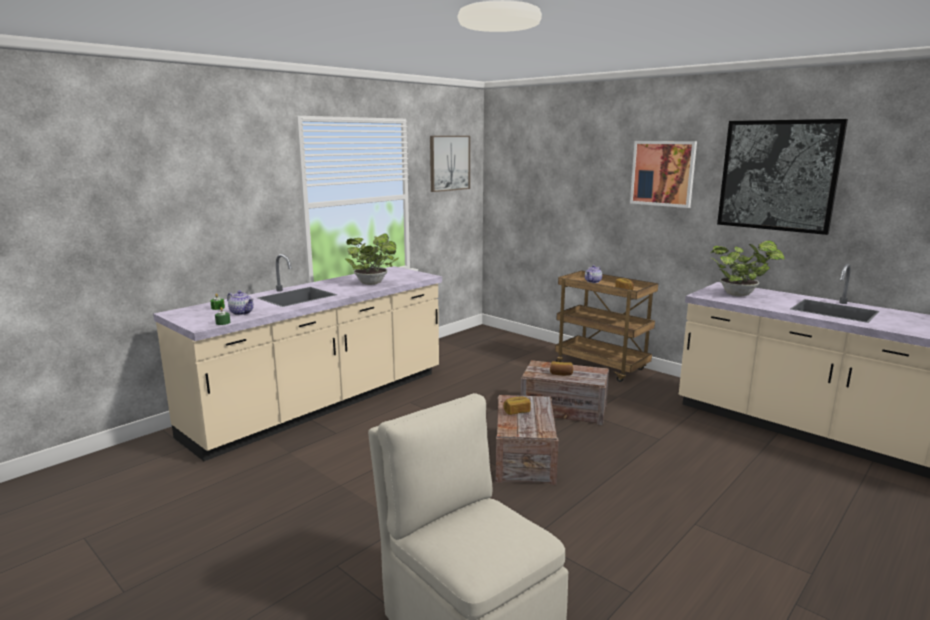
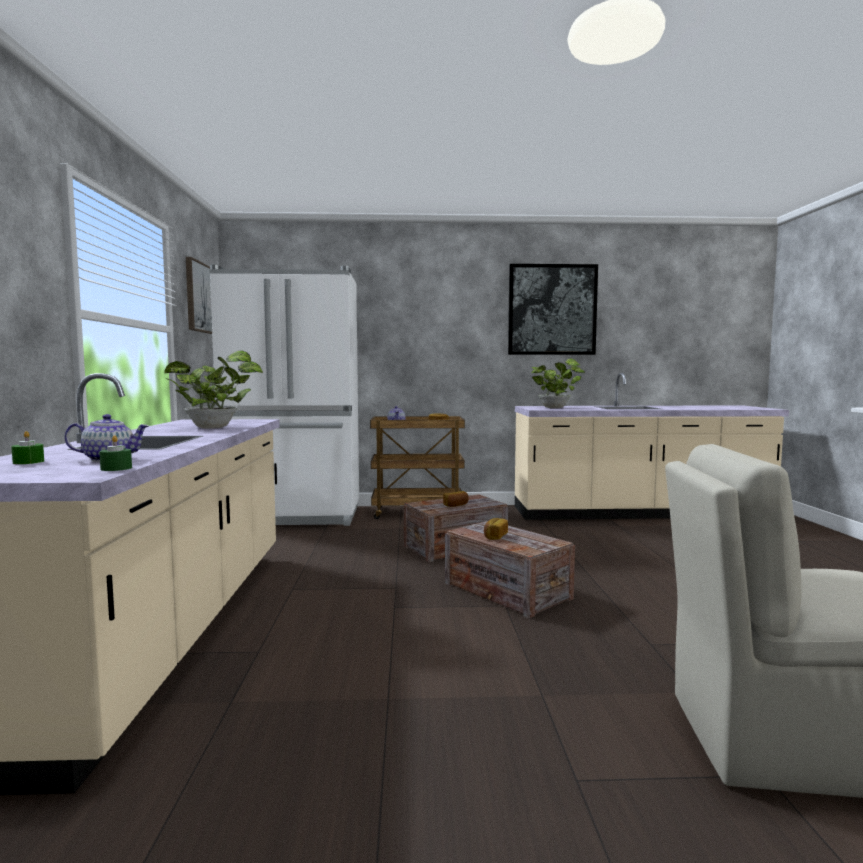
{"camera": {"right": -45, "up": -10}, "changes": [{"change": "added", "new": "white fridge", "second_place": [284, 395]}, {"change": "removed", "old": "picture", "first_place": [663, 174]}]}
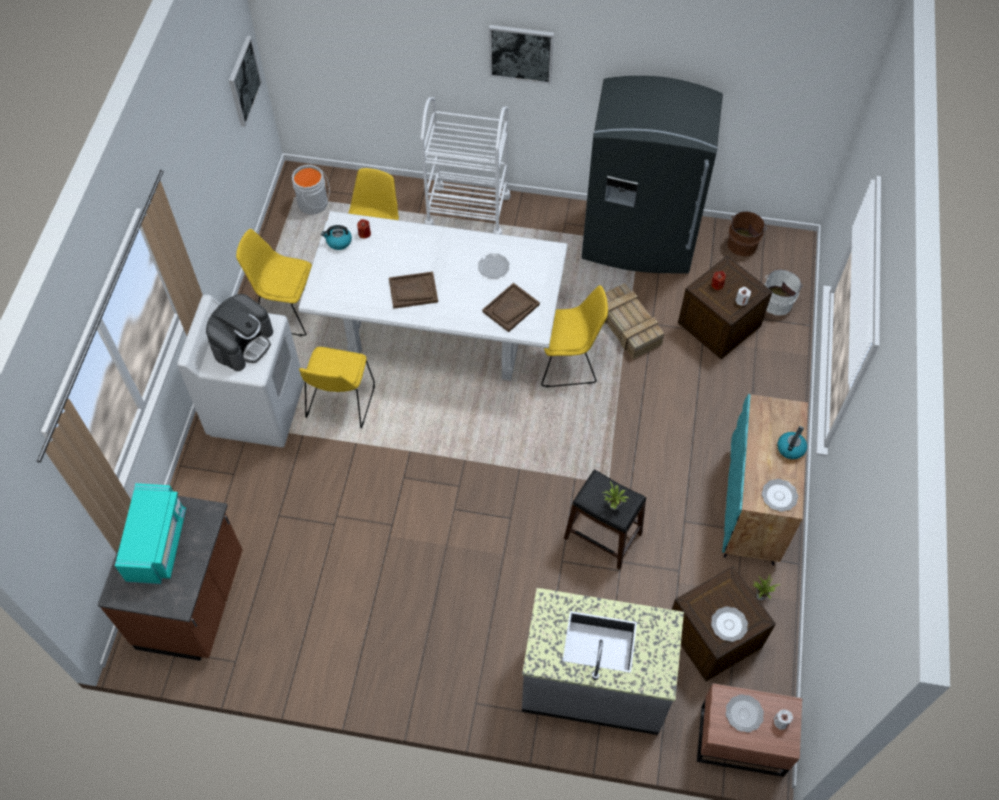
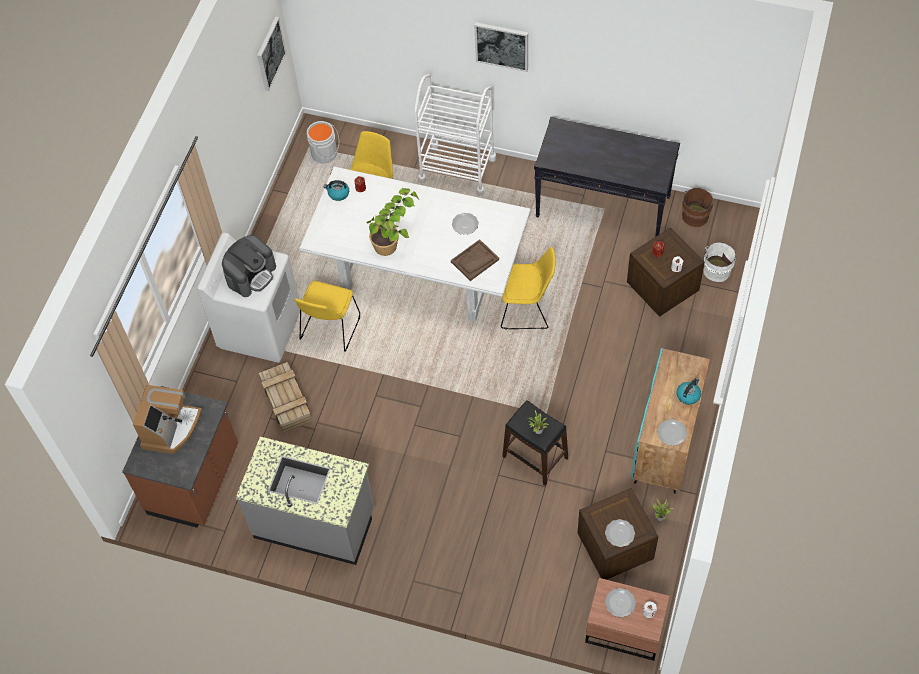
{"camera": {"right": 10, "up": 0}, "changes": [{"change": "replaced", "old": "turquoise microwave", "new": "coffee machine", "first_place": [150, 533], "second_place": [167, 419]}, {"change": "moved", "old": "grey counter", "first_place": [603, 661], "second_place": [305, 501]}, {"change": "moved", "old": "crate", "first_place": [634, 321], "second_place": [285, 397]}, {"change": "replaced", "old": "brown tray", "new": "potted plant", "first_place": [413, 290], "second_place": [393, 222]}, {"change": "replaced", "old": "grey fridge", "new": "black console table", "first_place": [652, 174], "second_place": [607, 177]}, {"change": "removed", "old": "yellow chair", "first_place": [274, 282]}]}
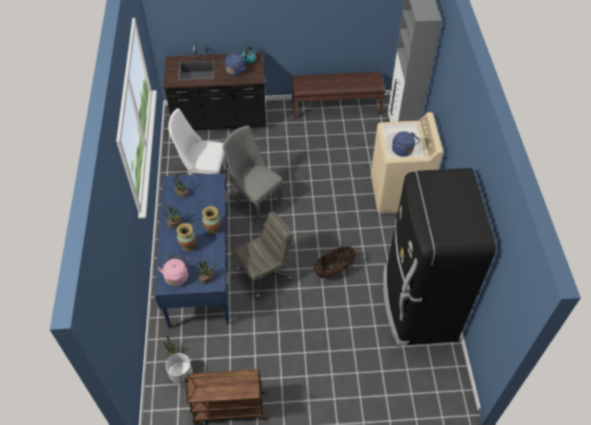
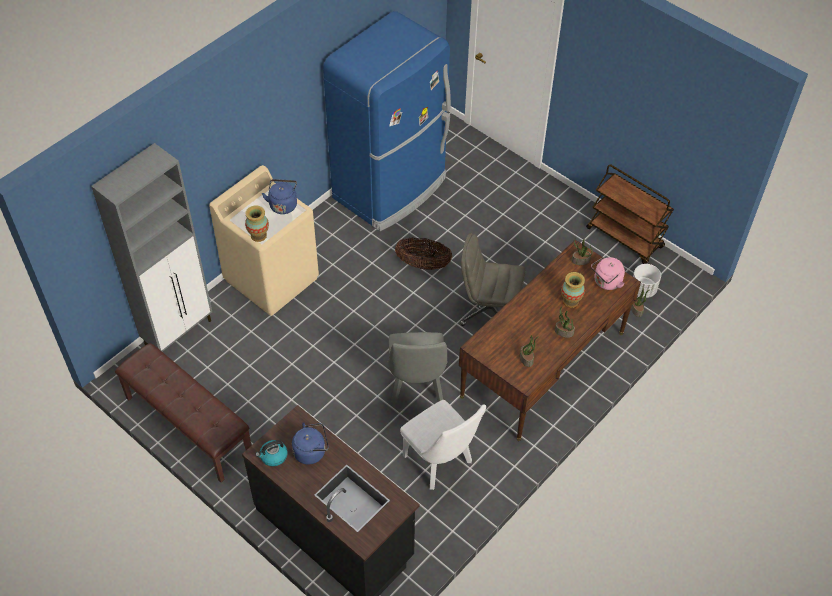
{"camera": {"right": -135, "up": 0}, "changes": [{"change": "moved", "old": "vase", "first_place": [211, 220], "second_place": [257, 223]}, {"change": "recoloured", "old": "black fridge", "new": "blue fridge", "first_place": [439, 256], "second_place": [387, 121]}, {"change": "recoloured", "old": "blue desk", "new": "brown desk", "first_place": [192, 251], "second_place": [550, 340]}]}
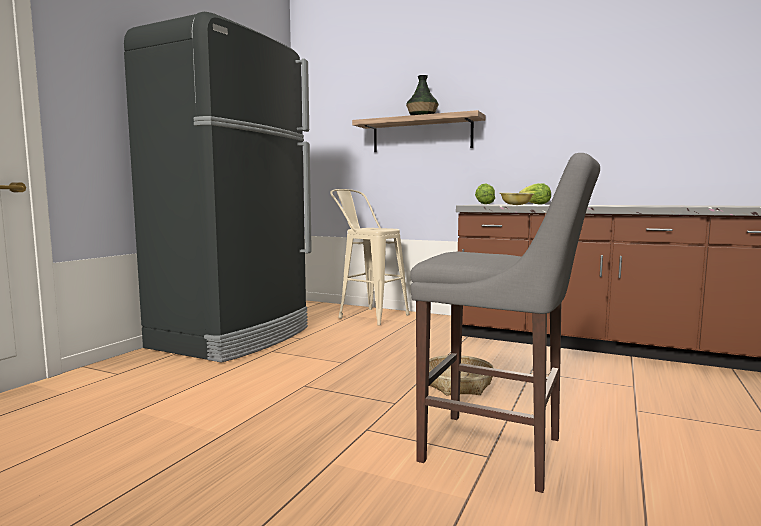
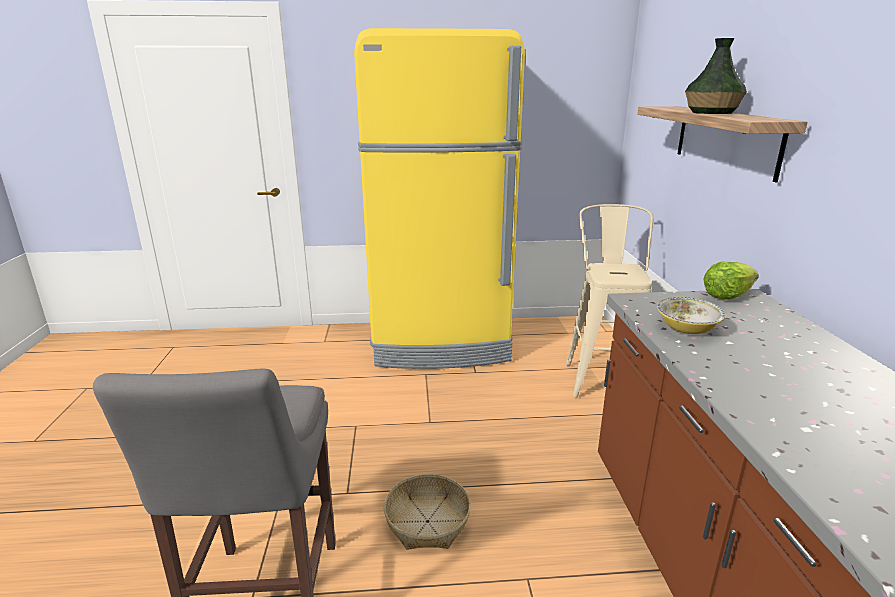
{"camera": {"right": 60, "up": 15}, "changes": [{"change": "recoloured", "old": "black fridge", "new": "yellow fridge", "first_place": [218, 187], "second_place": [439, 198]}, {"change": "removed", "old": "lettuce", "first_place": [535, 194]}]}
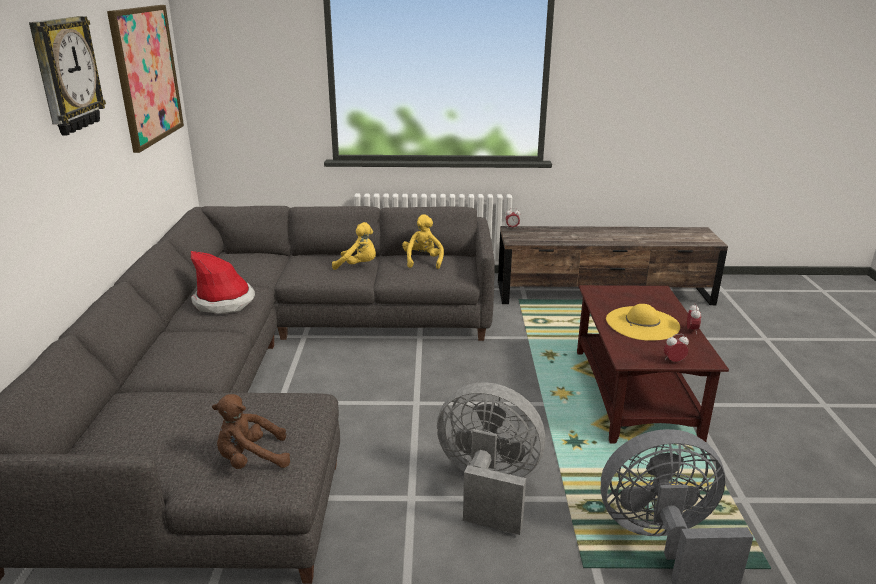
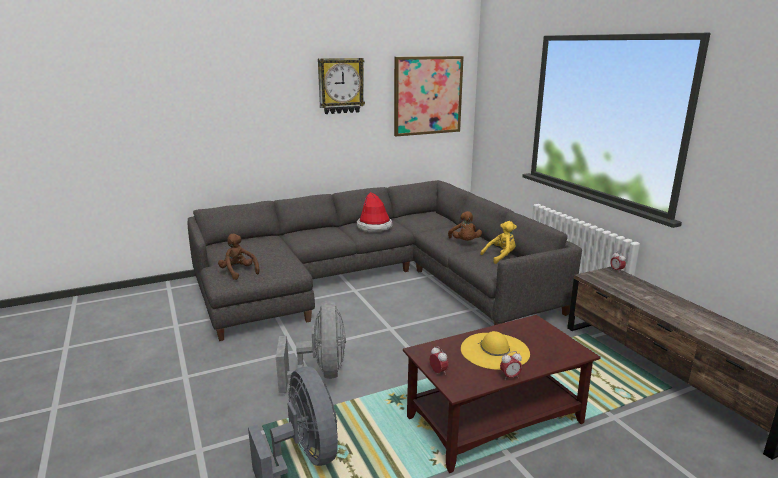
{"camera": {"right": 65, "up": -5}, "changes": [{"change": "recoloured", "old": "yellow plush toy", "new": "brown plush toy", "first_place": [354, 246], "second_place": [465, 226]}]}
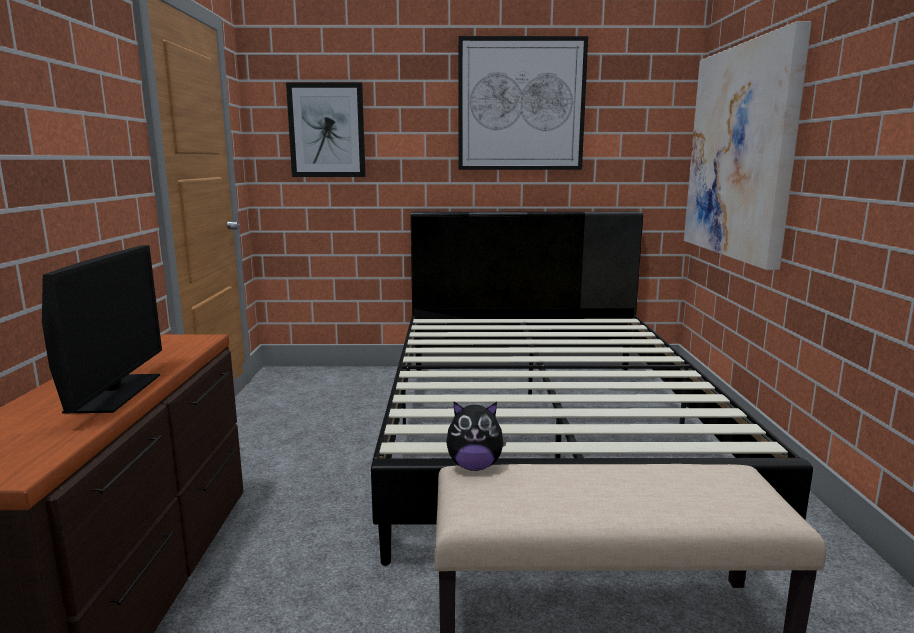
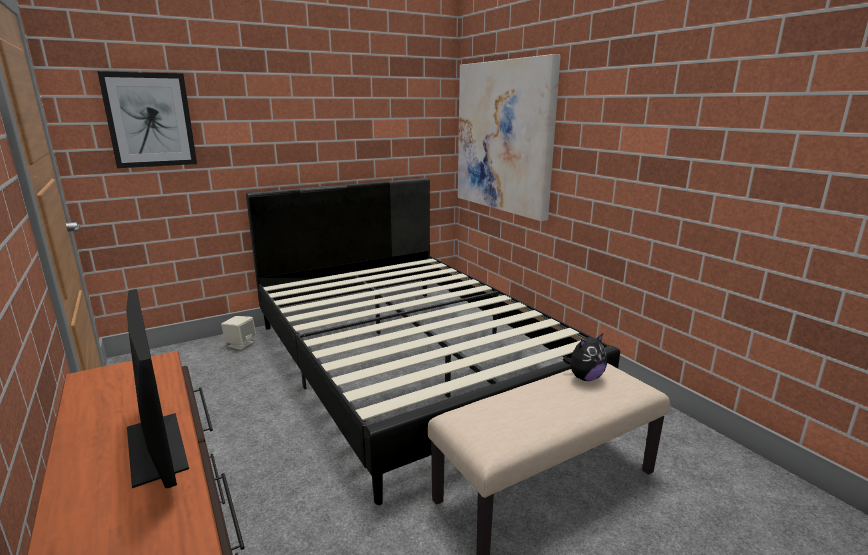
{"camera": {"right": -30, "up": 5}, "changes": [{"change": "added", "new": "beige speaker", "second_place": [239, 333]}, {"change": "moved", "old": "plush toy", "first_place": [476, 436], "second_place": [585, 357]}, {"change": "removed", "old": "picture", "first_place": [523, 103]}]}
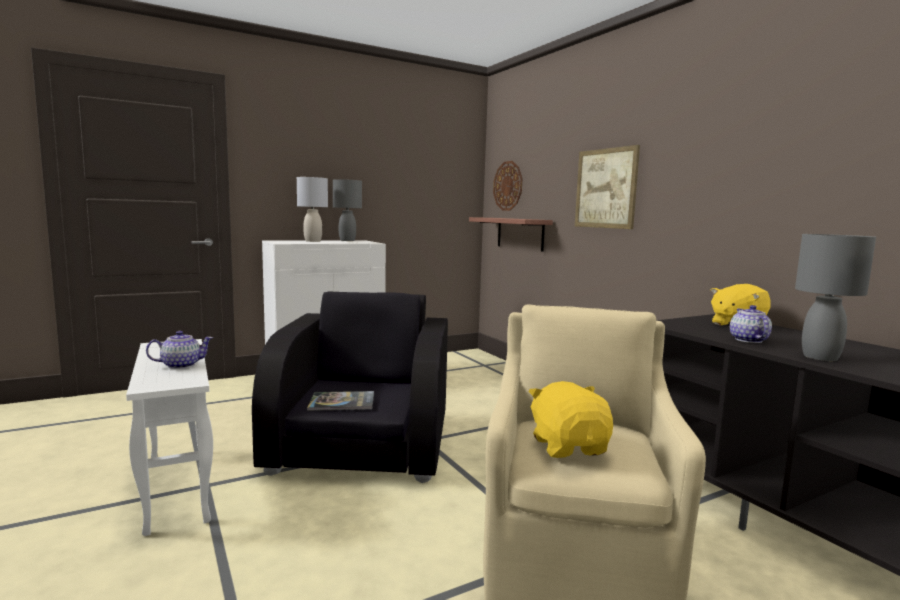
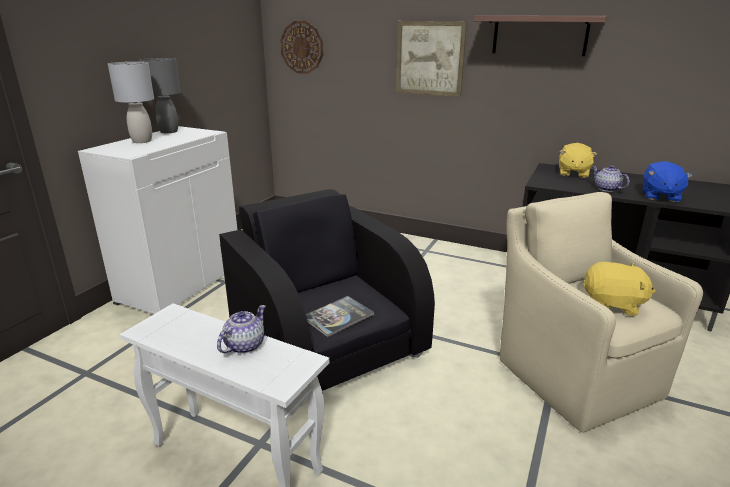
{"camera": {"right": -35, "up": 15}, "changes": [{"change": "moved", "old": "shelf", "first_place": [511, 234], "second_place": [540, 35]}, {"change": "turned", "old": "yellow plush toy", "first_place": [570, 419], "second_place": [619, 289], "degrees": 150}, {"change": "replaced", "old": "grey table lamp", "new": "blue plush toy", "first_place": [835, 297], "second_place": [668, 181]}]}
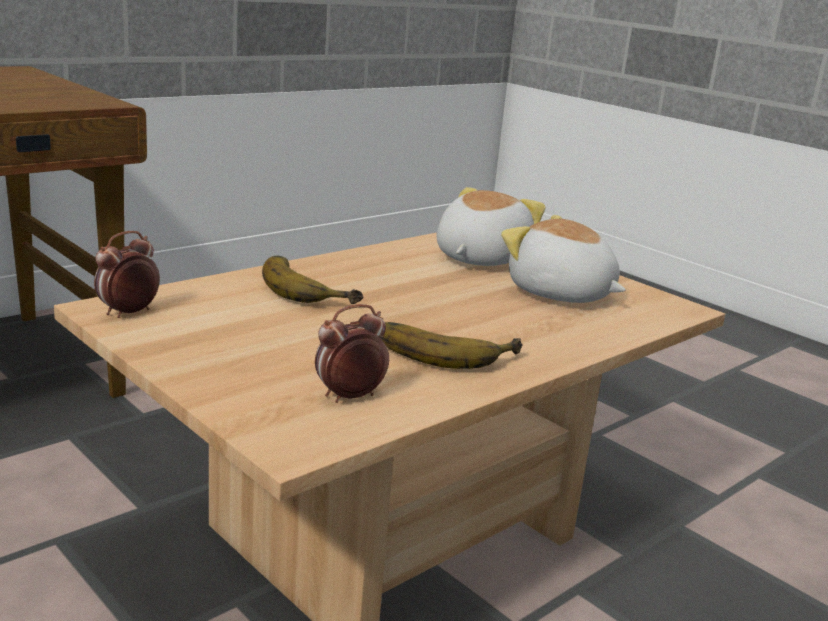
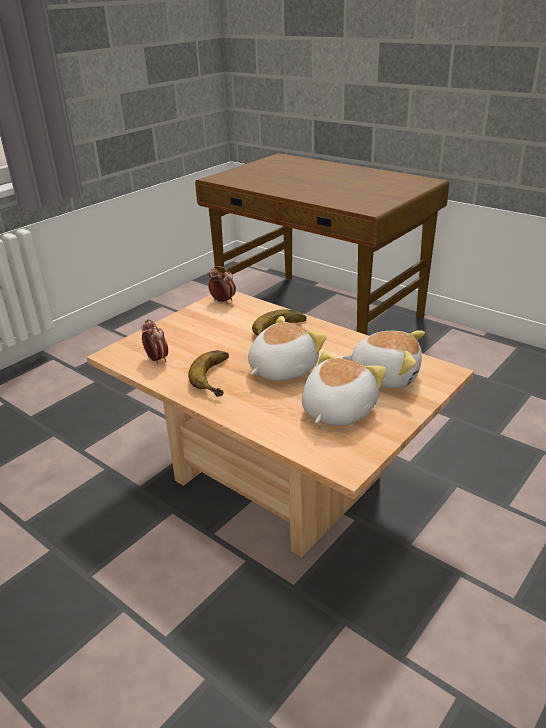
{"camera": {"right": 85, "up": 10}, "changes": [{"change": "added", "new": "plush toy", "second_place": [287, 348]}]}
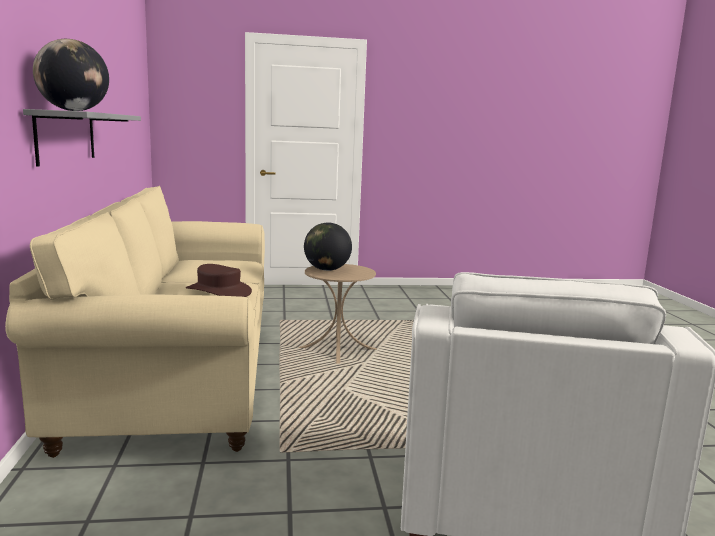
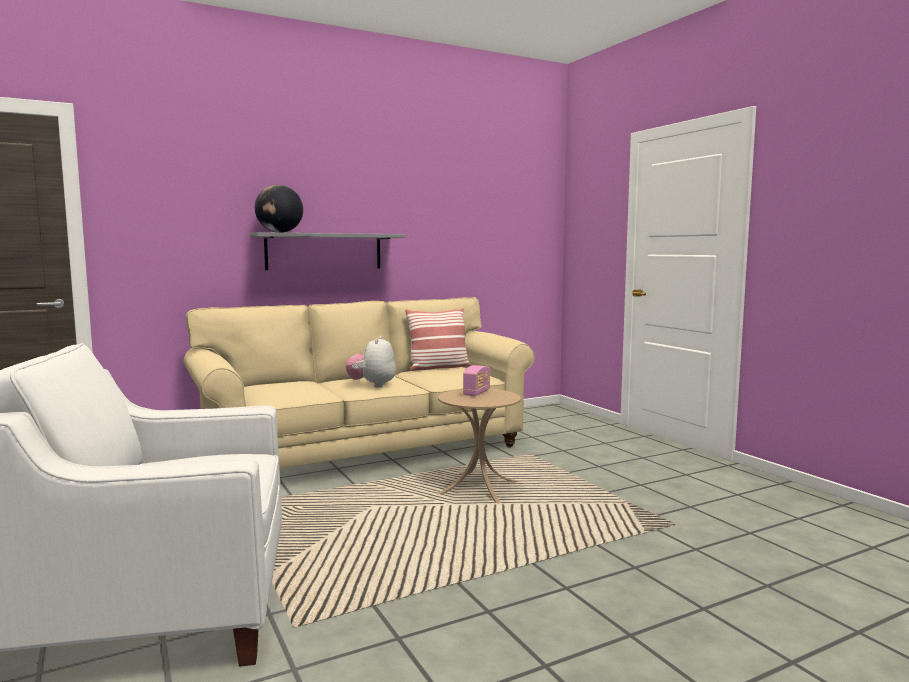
{"camera": {"right": 70, "up": -5}, "changes": [{"change": "replaced", "old": "brown hat", "new": "plush toy", "first_place": [219, 280], "second_place": [371, 362]}, {"change": "added", "new": "pillow", "second_place": [438, 339]}, {"change": "replaced", "old": "globe", "new": "radio", "first_place": [328, 247], "second_place": [476, 380]}]}
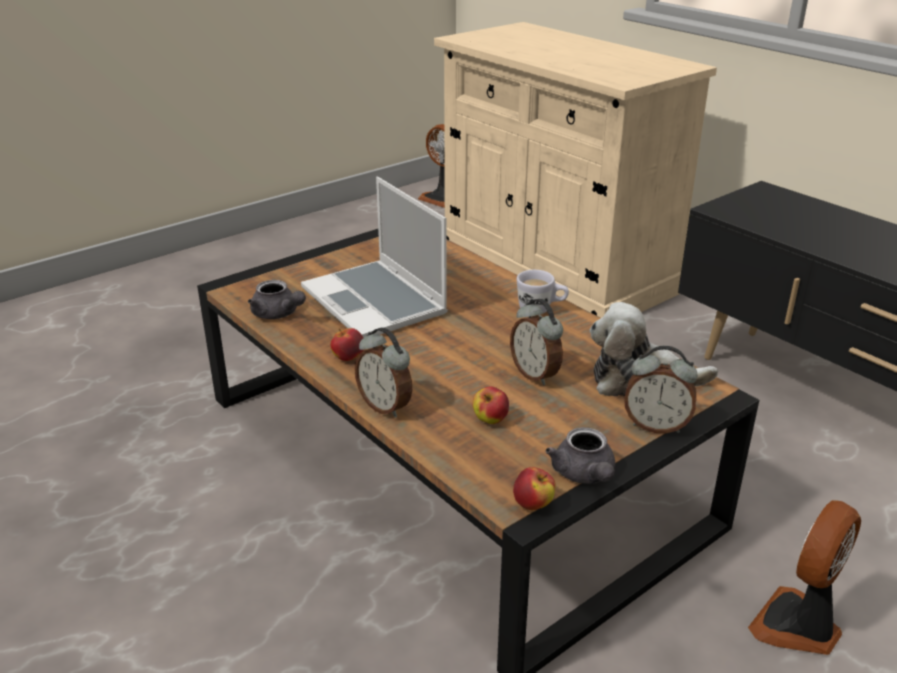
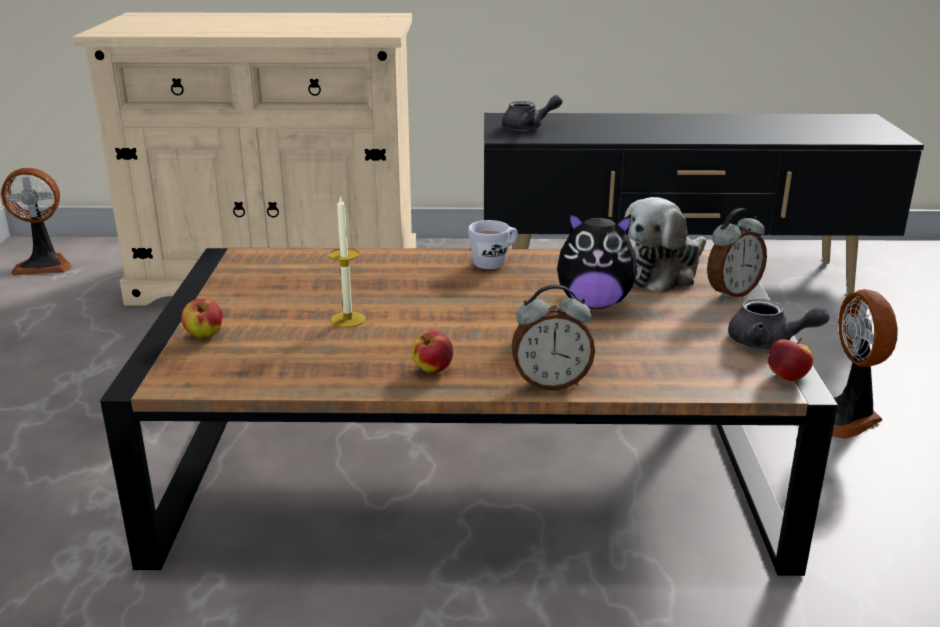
{"camera": {"right": -50, "up": -5}, "changes": [{"change": "moved", "old": "apple", "first_place": [490, 405], "second_place": [202, 318]}, {"change": "replaced", "old": "laptop", "new": "candle", "first_place": [374, 257], "second_place": [347, 261]}, {"change": "moved", "old": "grey teapot", "first_place": [277, 299], "second_place": [532, 113]}, {"change": "replaced", "old": "alarm clock", "new": "plush toy", "first_place": [536, 342], "second_place": [600, 260]}]}
